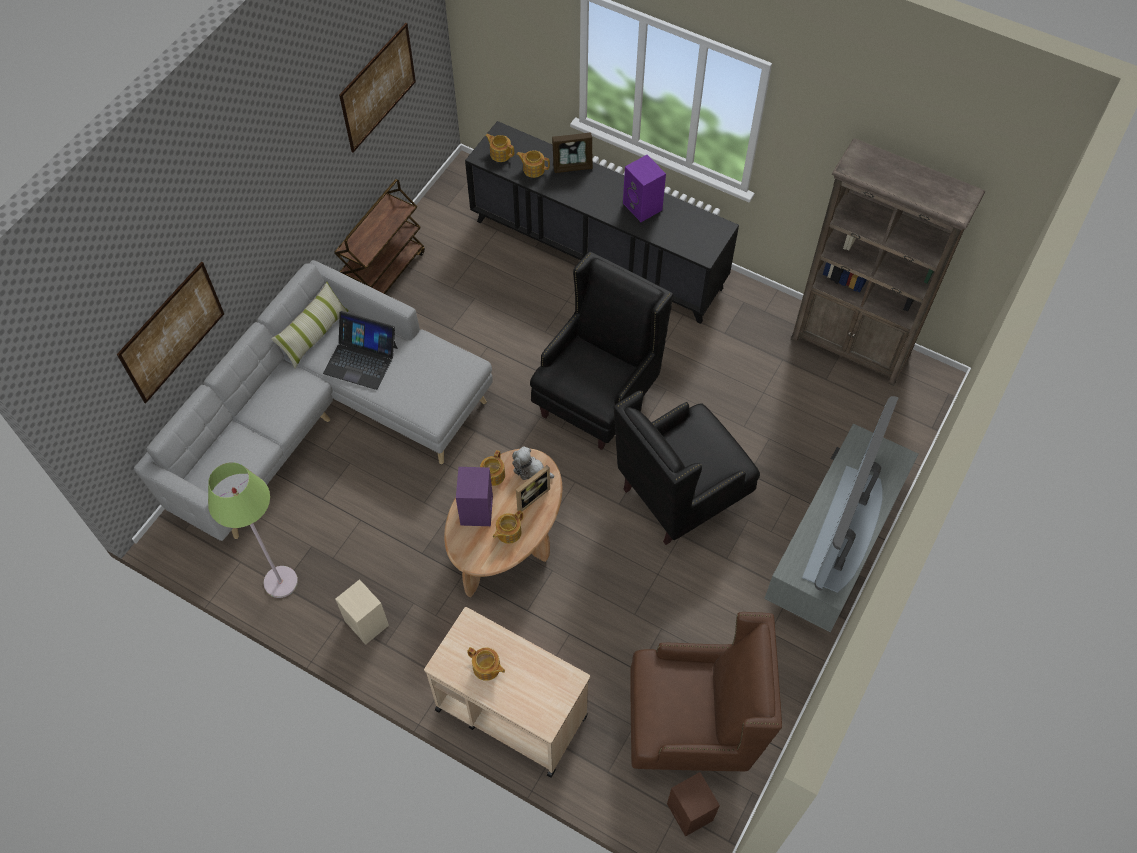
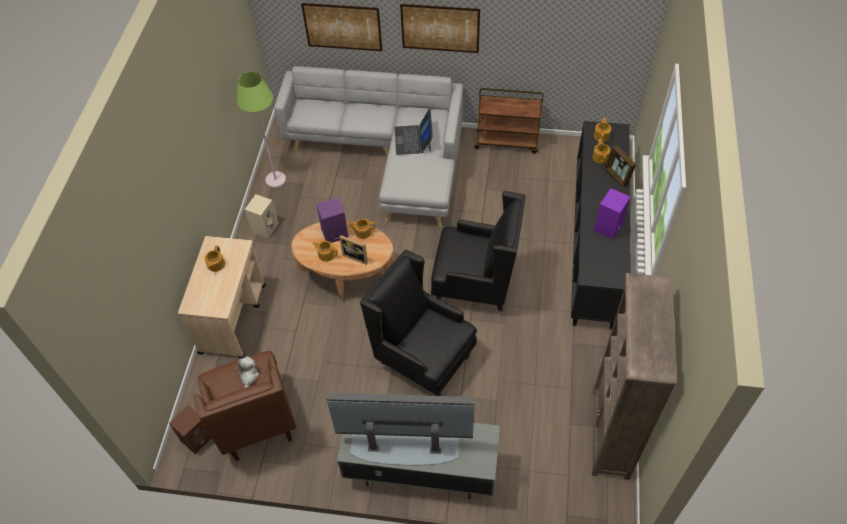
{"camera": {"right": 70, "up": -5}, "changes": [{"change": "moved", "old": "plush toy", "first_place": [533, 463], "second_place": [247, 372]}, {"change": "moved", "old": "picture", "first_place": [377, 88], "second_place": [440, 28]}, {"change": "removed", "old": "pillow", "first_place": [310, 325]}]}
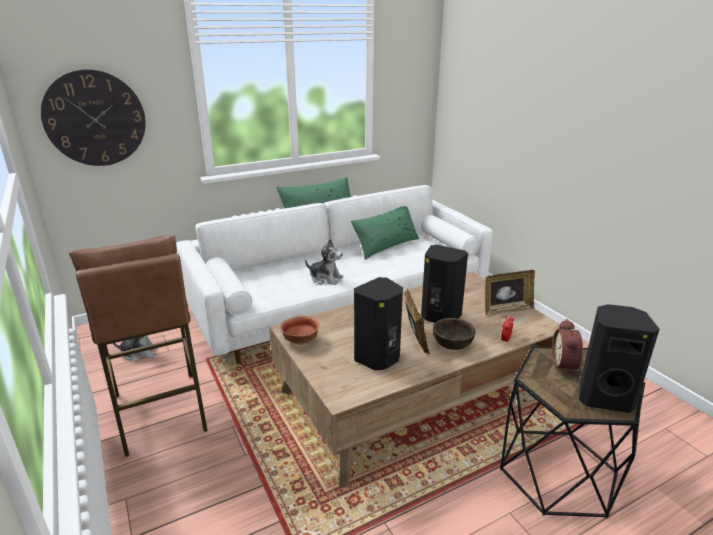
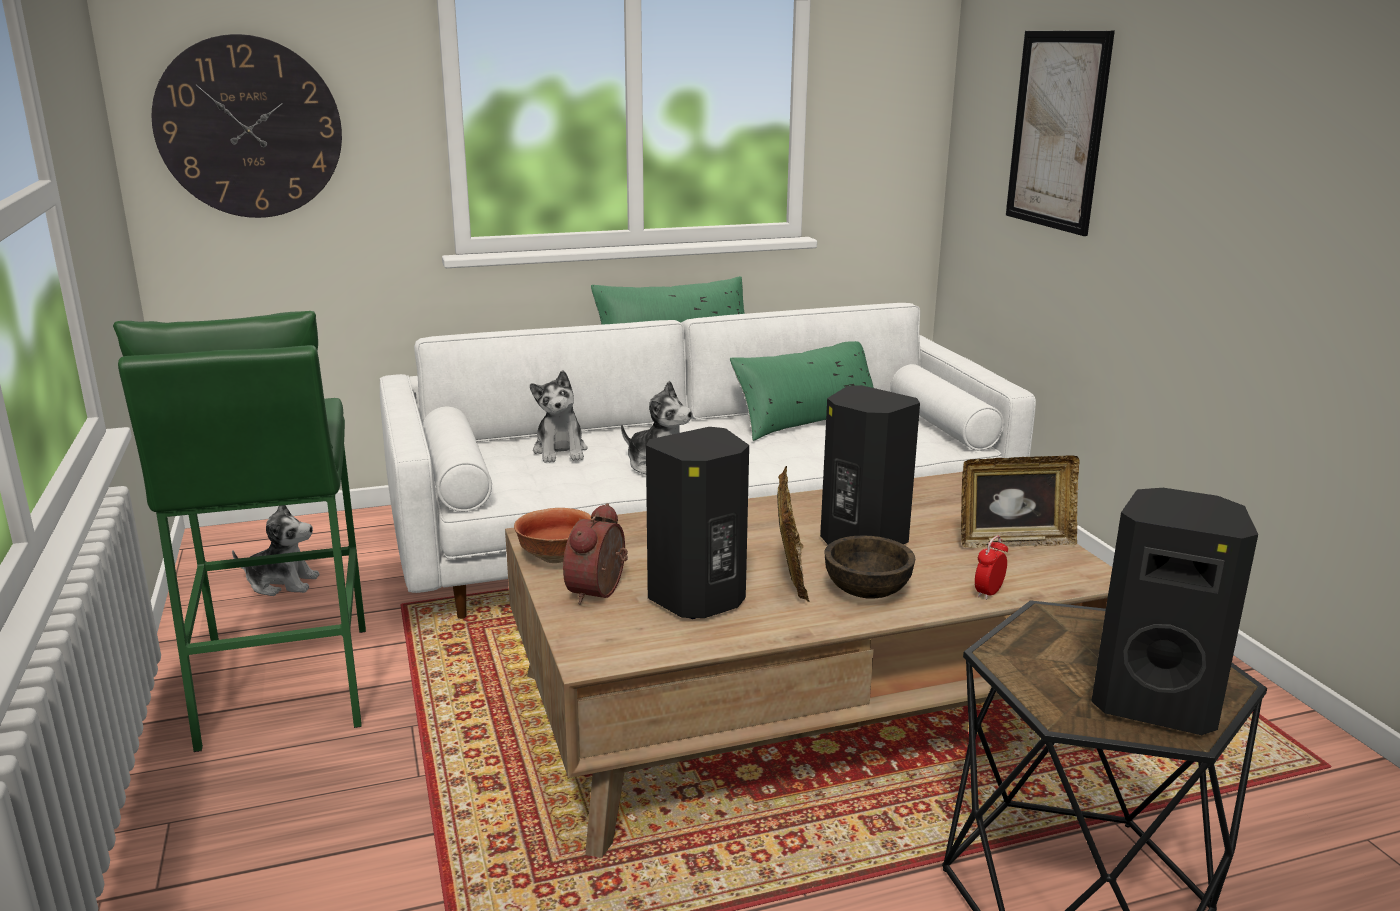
{"camera": {"right": 10, "up": -5}, "changes": [{"change": "recoloured", "old": "brown stool", "new": "green stool", "first_place": [138, 346], "second_place": [239, 531]}, {"change": "added", "new": "plush toy", "second_place": [558, 416]}, {"change": "moved", "old": "alarm clock", "first_place": [567, 346], "second_place": [595, 554]}, {"change": "added", "new": "picture", "second_place": [1060, 133]}]}
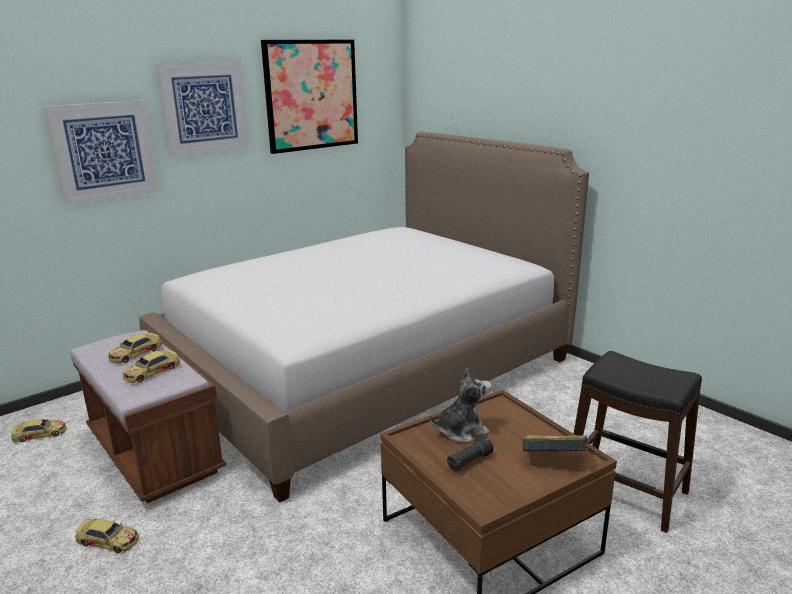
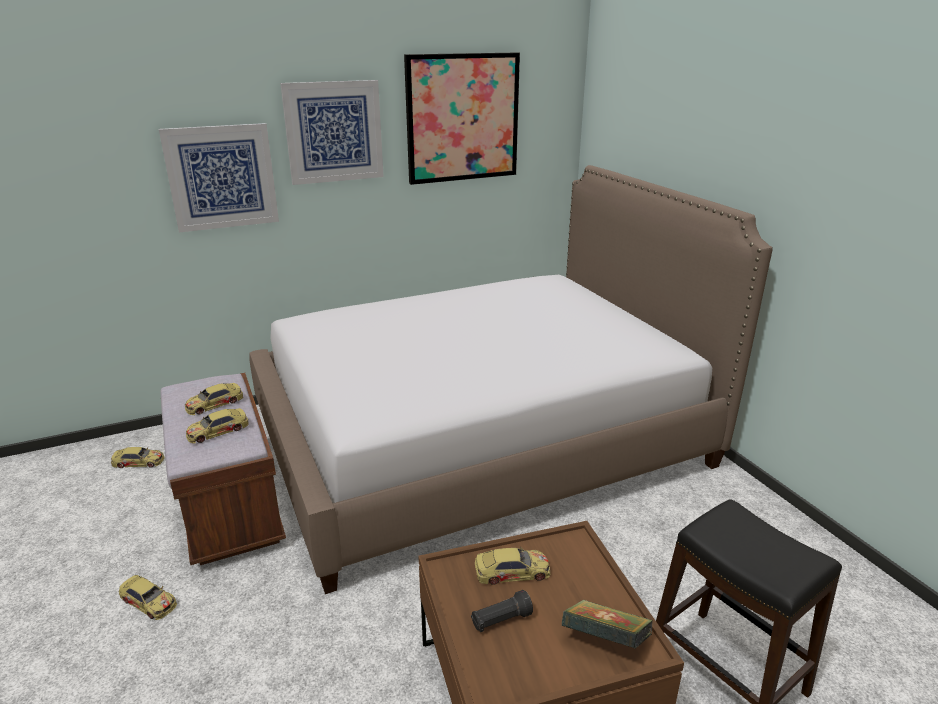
{"camera": {"right": 15, "up": 5}, "changes": [{"change": "replaced", "old": "plush toy", "new": "toy car", "first_place": [460, 405], "second_place": [512, 566]}]}
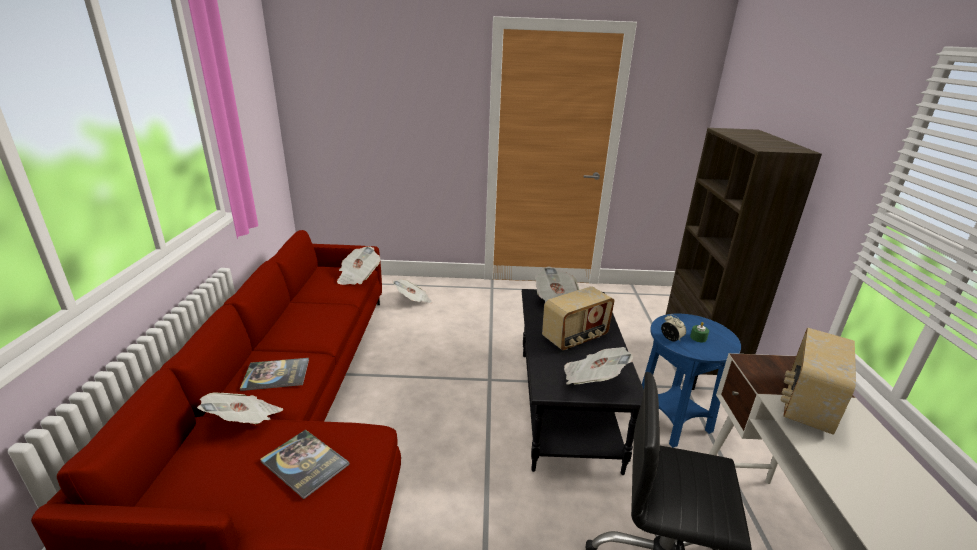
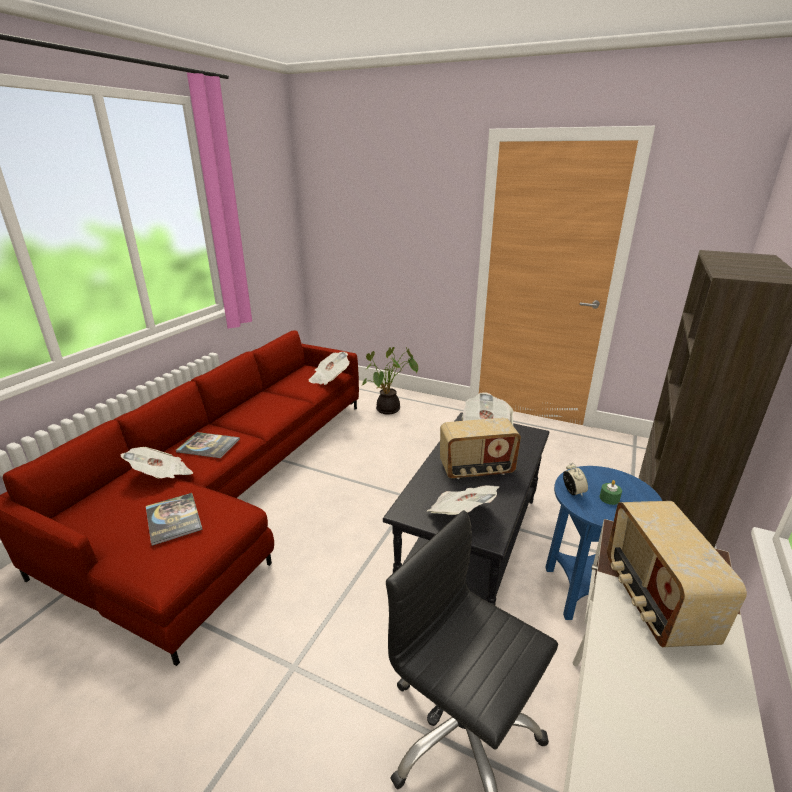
{"camera": {"right": 25, "up": 0}, "changes": [{"change": "replaced", "old": "newspaper", "new": "potted plant", "first_place": [412, 291], "second_place": [390, 381]}, {"change": "turned", "old": "radio", "first_place": [818, 381], "second_place": [677, 574], "degrees": -60}]}
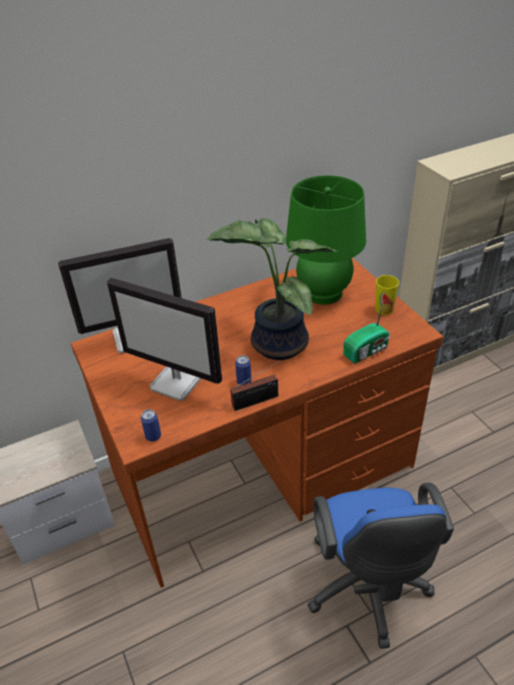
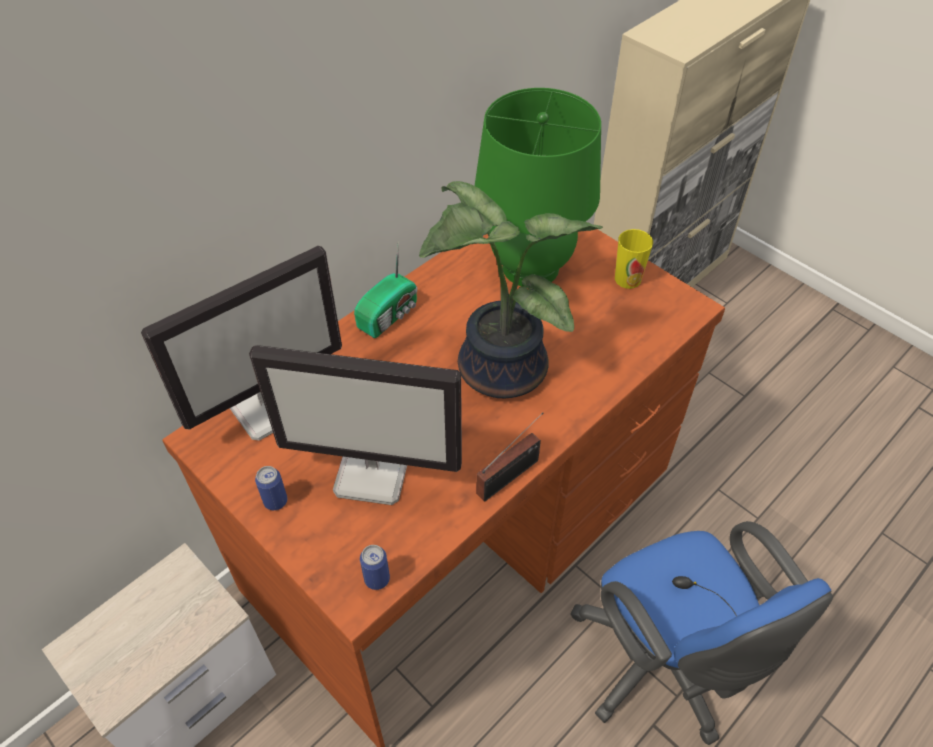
{"camera": {"right": -20, "up": 10}, "changes": [{"change": "moved", "old": "can", "first_place": [243, 370], "second_place": [271, 488]}, {"change": "moved", "old": "radio", "first_place": [366, 333], "second_place": [385, 289]}]}
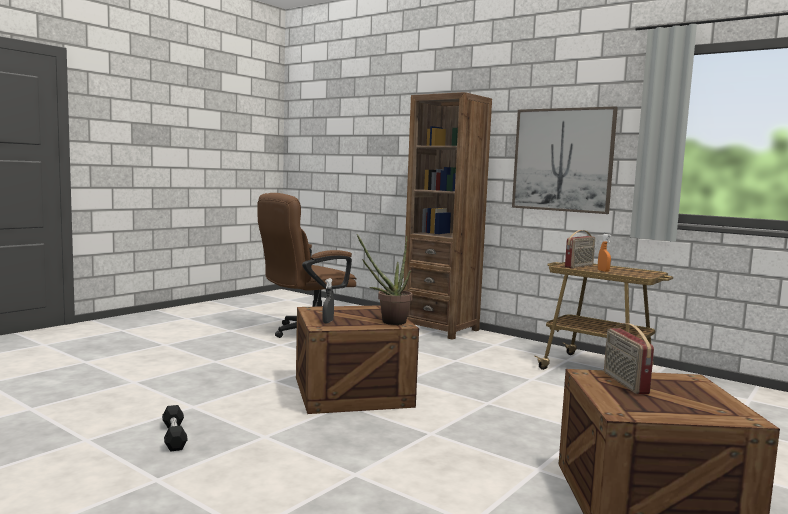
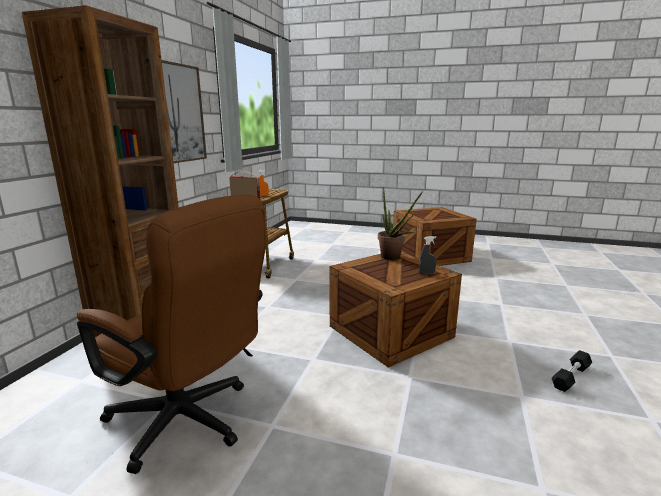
{"camera": {"right": -110, "up": 10}, "changes": [{"change": "removed", "old": "radio", "first_place": [629, 358]}]}
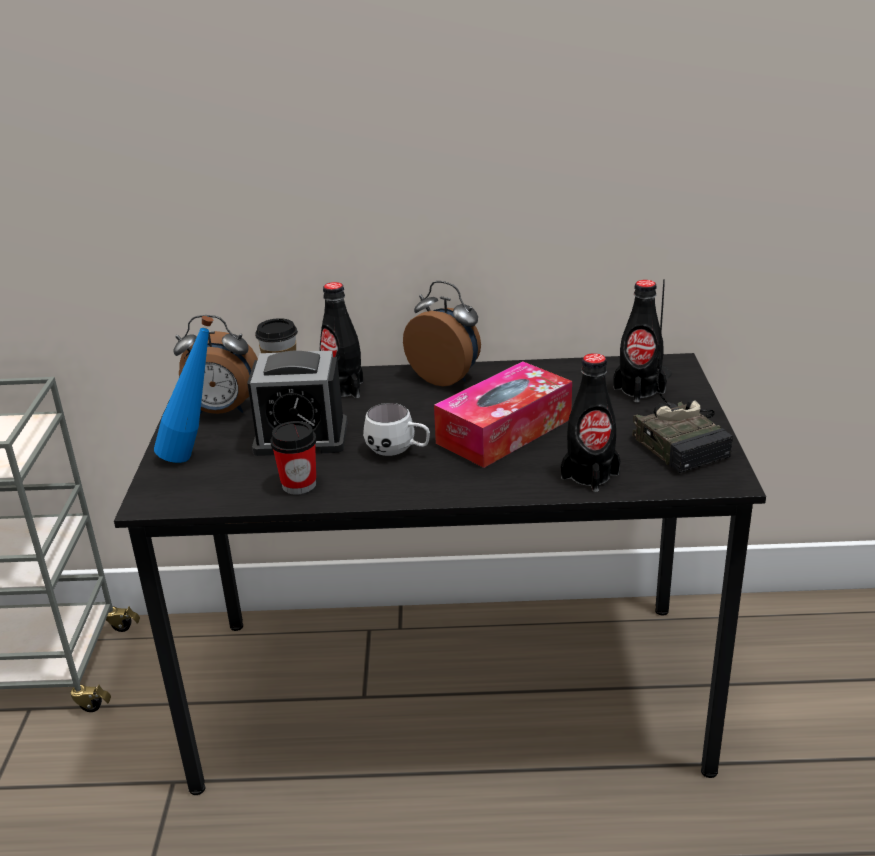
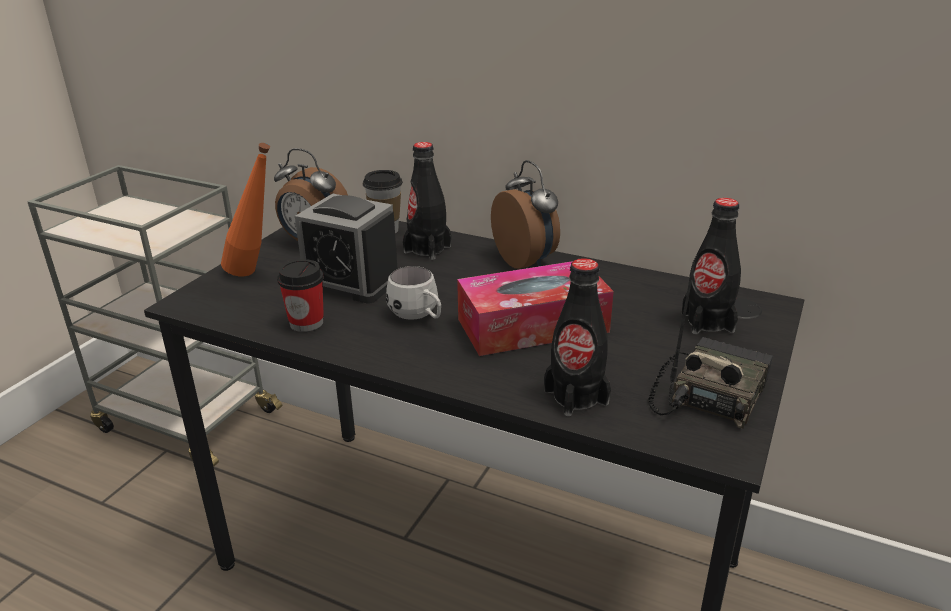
{"camera": {"right": 25, "up": 0}, "changes": [{"change": "recoloured", "old": "blue bottle", "new": "orange bottle", "first_place": [183, 389], "second_place": [245, 209]}, {"change": "turned", "old": "radio", "first_place": [682, 376], "second_place": [710, 346], "degrees": -150}]}
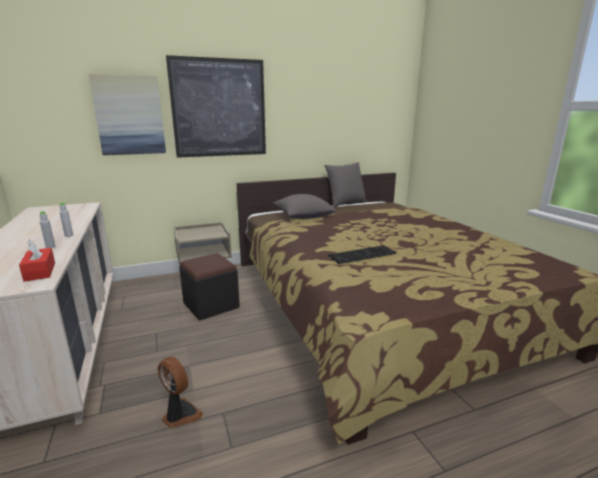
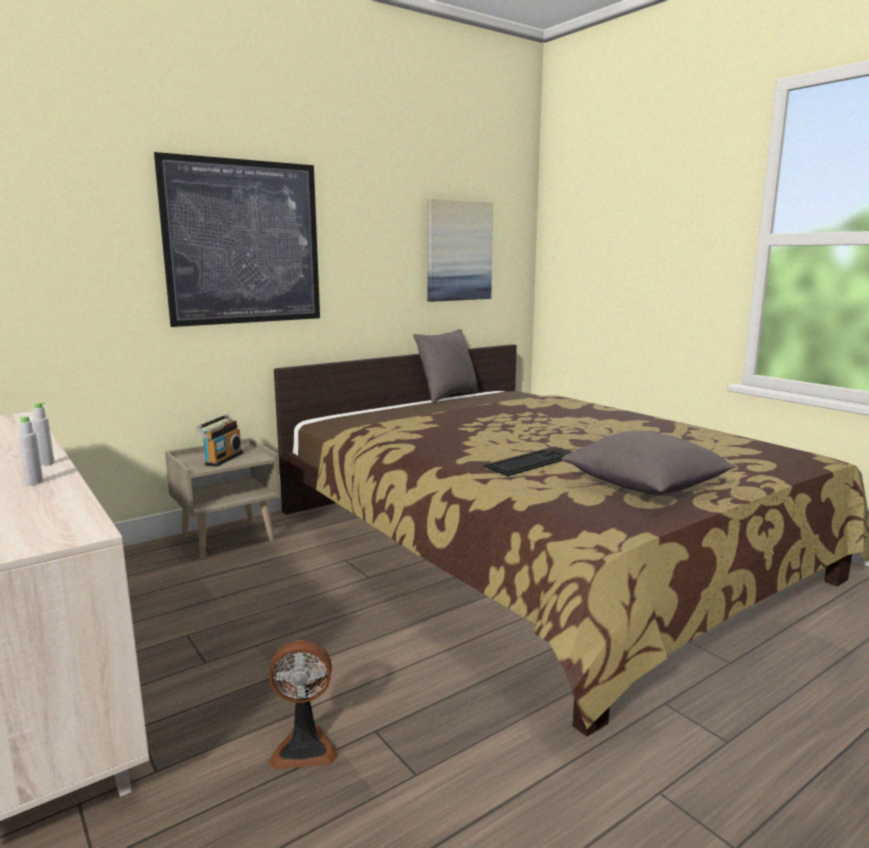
{"camera": {"right": -15, "up": -5}, "changes": [{"change": "added", "new": "radio", "second_place": [219, 440]}, {"change": "turned", "old": "fan", "first_place": [180, 392], "second_place": [303, 704], "degrees": 150}, {"change": "moved", "old": "picture", "first_place": [127, 114], "second_place": [460, 250]}, {"change": "moved", "old": "grey pillow", "first_place": [305, 206], "second_place": [649, 463]}, {"change": "removed", "old": "red tissue box", "first_place": [37, 261]}, {"change": "removed", "old": "black ottoman", "first_place": [209, 287]}]}
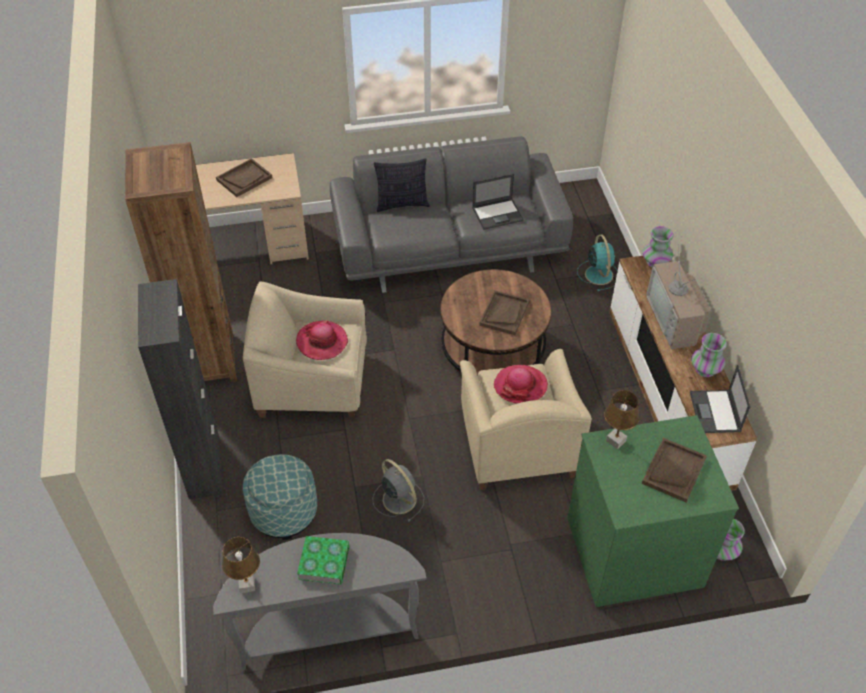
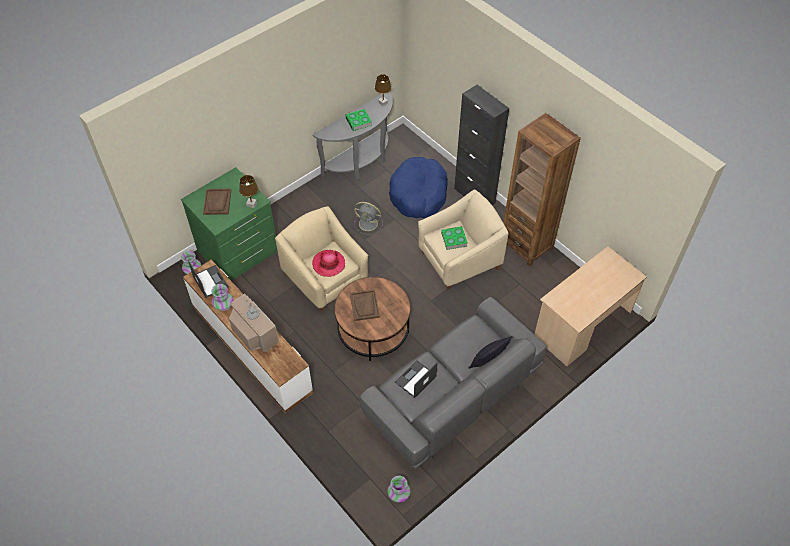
{"camera": {"right": 150, "up": 5}, "changes": [{"change": "moved", "old": "vase", "first_place": [658, 246], "second_place": [398, 489]}, {"change": "replaced", "old": "ottoman", "new": "blue dog bed", "first_place": [280, 497], "second_place": [418, 187]}, {"change": "replaced", "old": "hat", "new": "book", "first_place": [322, 340], "second_place": [454, 238]}, {"change": "removed", "old": "brown tray", "first_place": [244, 177]}, {"change": "removed", "old": "turquoise fan", "first_place": [597, 263]}]}
